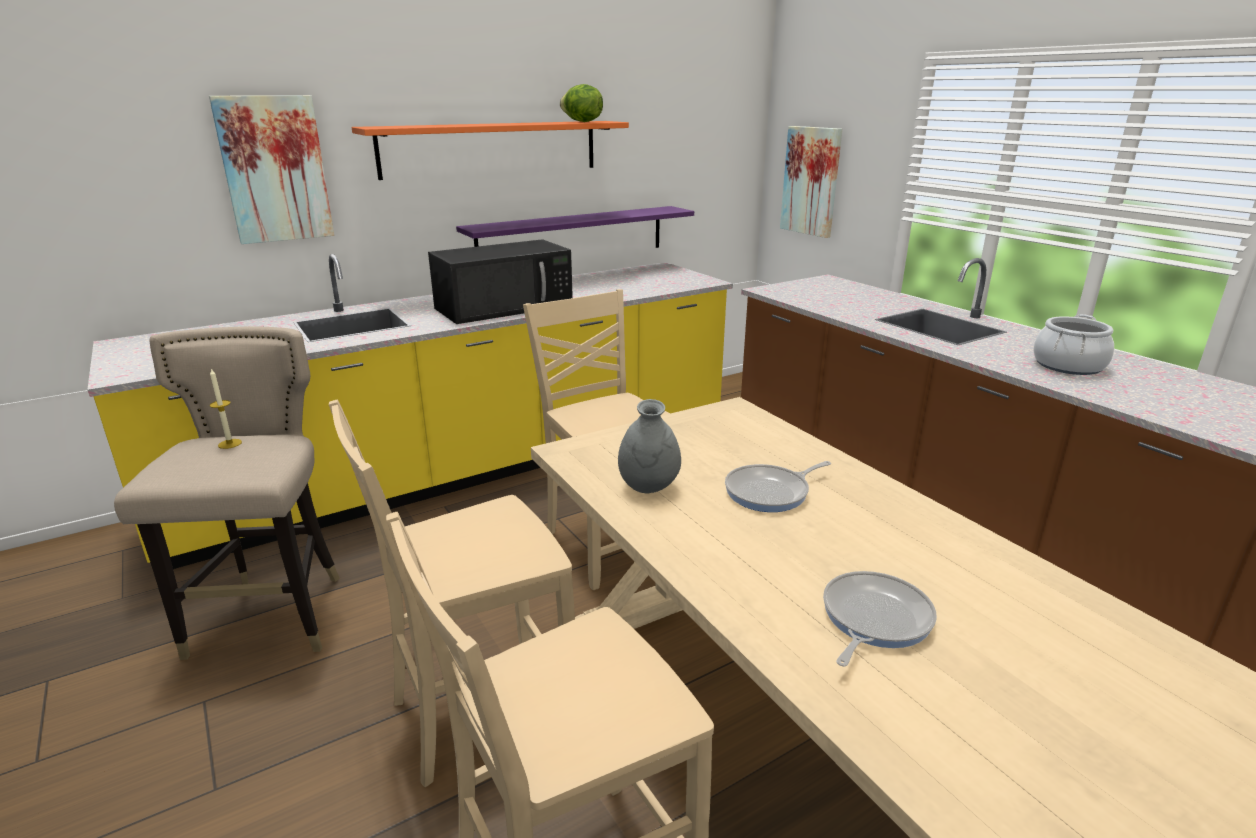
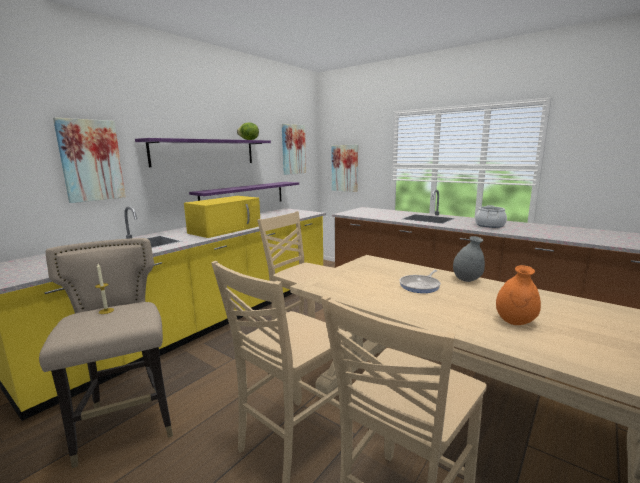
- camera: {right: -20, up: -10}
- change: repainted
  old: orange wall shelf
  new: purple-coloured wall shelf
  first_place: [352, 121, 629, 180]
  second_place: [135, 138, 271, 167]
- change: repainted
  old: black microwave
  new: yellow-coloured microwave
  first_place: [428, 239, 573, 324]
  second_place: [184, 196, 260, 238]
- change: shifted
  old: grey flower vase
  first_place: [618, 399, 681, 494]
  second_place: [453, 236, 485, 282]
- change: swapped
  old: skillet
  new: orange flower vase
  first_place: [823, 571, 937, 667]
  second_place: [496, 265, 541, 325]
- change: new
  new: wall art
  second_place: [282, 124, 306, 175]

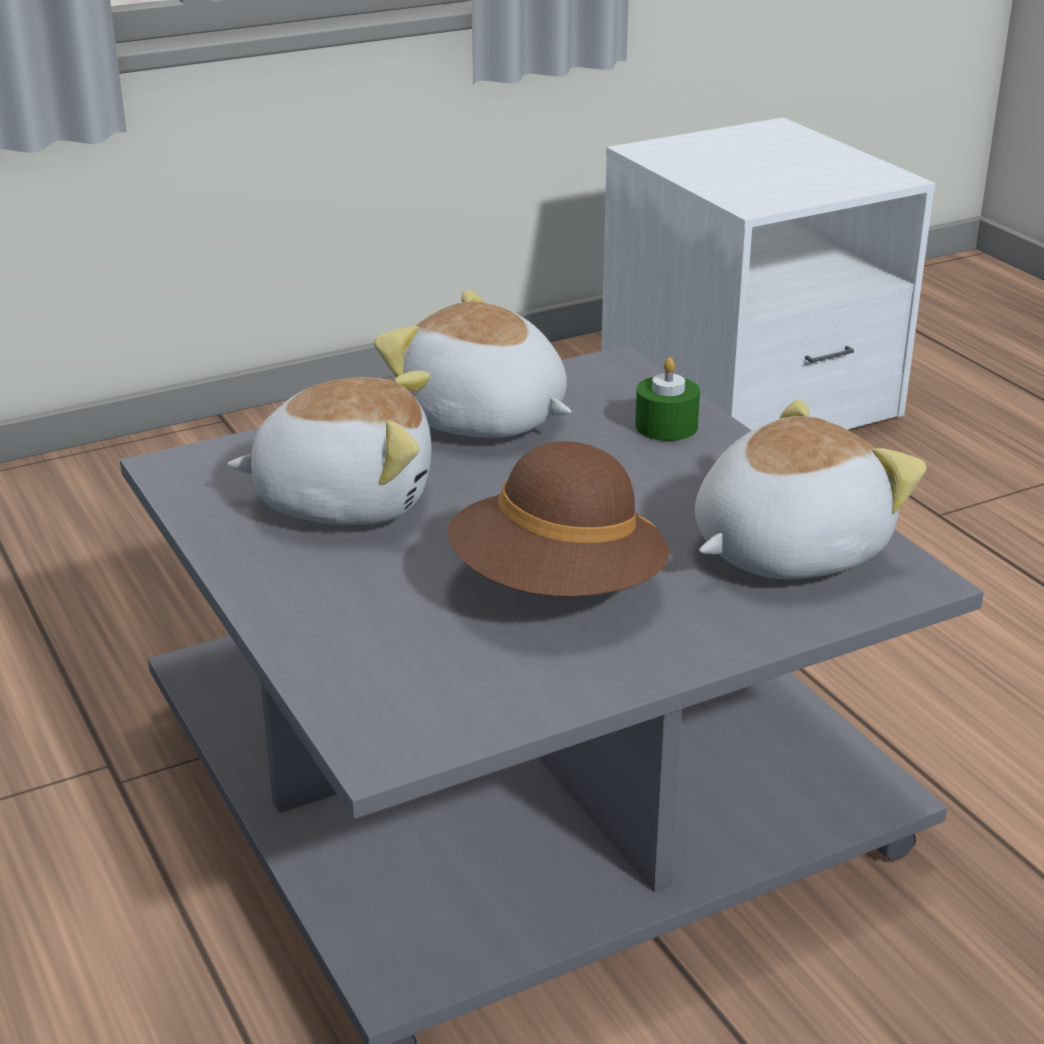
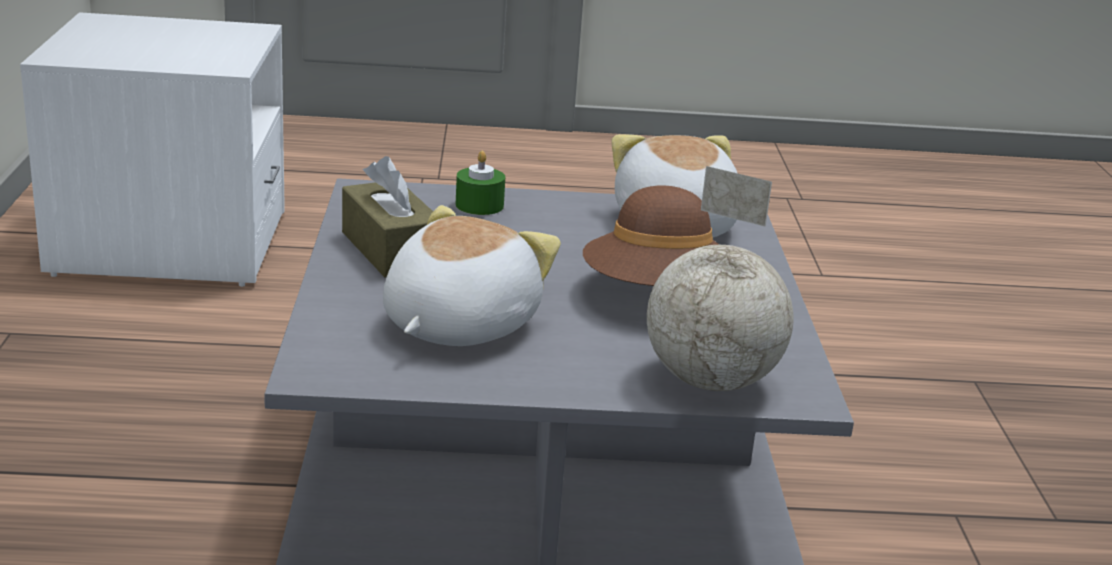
- camera: {right: -65, up: -5}
- change: swapped
  old: cuddly toy
  new: brown-coloured box of tissues
  first_place: [374, 290, 571, 438]
  second_place: [342, 156, 433, 278]
- change: new
  new: globe
  second_place: [647, 166, 794, 391]

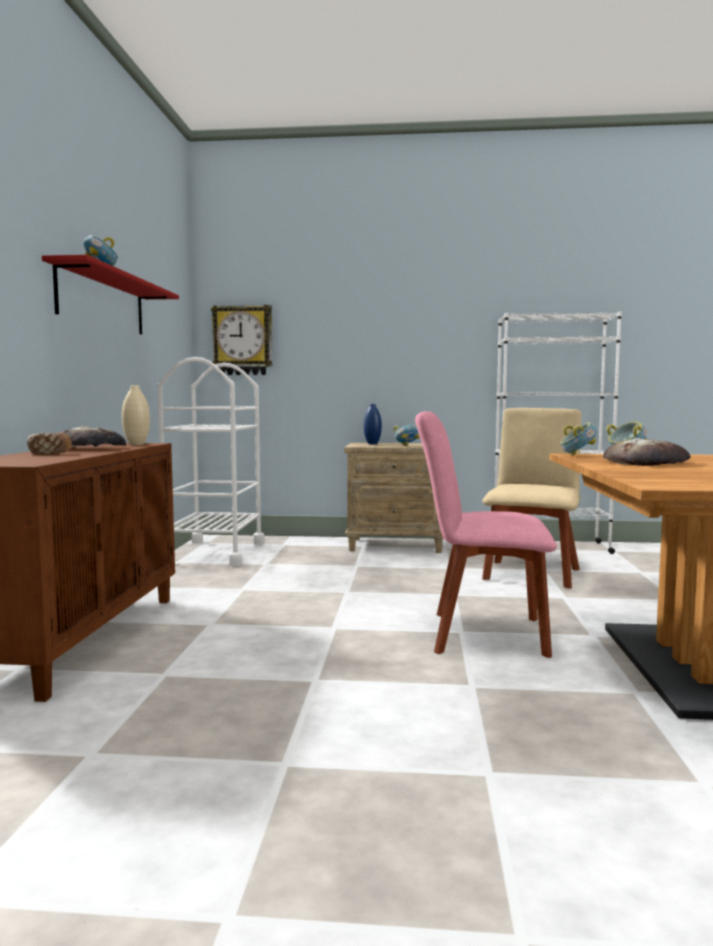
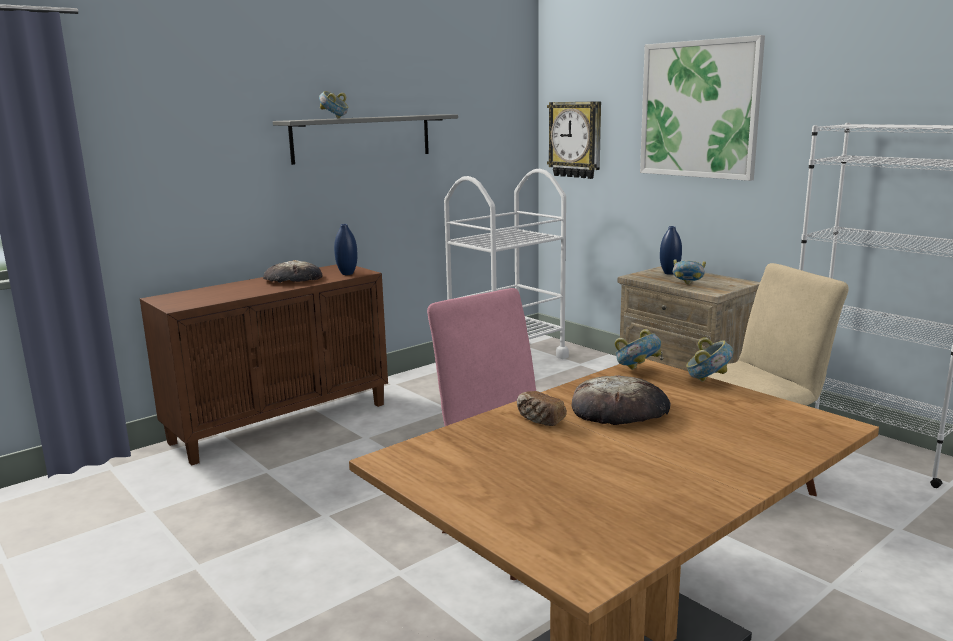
- camera: {right: 45, up: 10}
- change: repainted
  old: reddish wall shelf
  new: grey wall shelf
  first_place: [42, 255, 179, 335]
  second_place: [273, 115, 458, 165]
- change: repainted
  old: sand-coloured flower vase
  new: bluish flower vase
  first_place: [122, 385, 150, 445]
  second_place: [334, 224, 358, 275]
- change: shifted
  old: baked bread
  first_place: [27, 433, 72, 454]
  second_place: [517, 391, 567, 426]
- change: new
  new: wall art
  second_place: [640, 35, 765, 181]

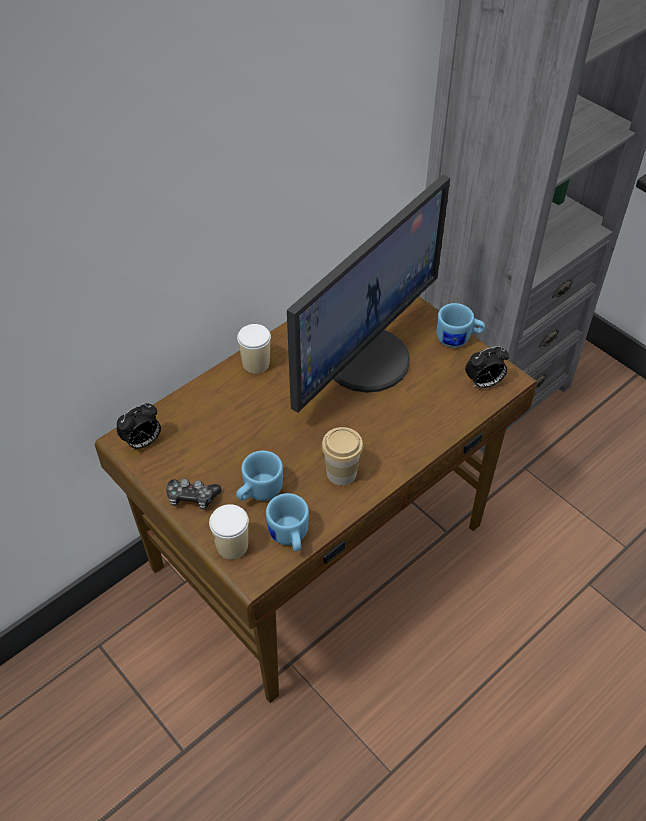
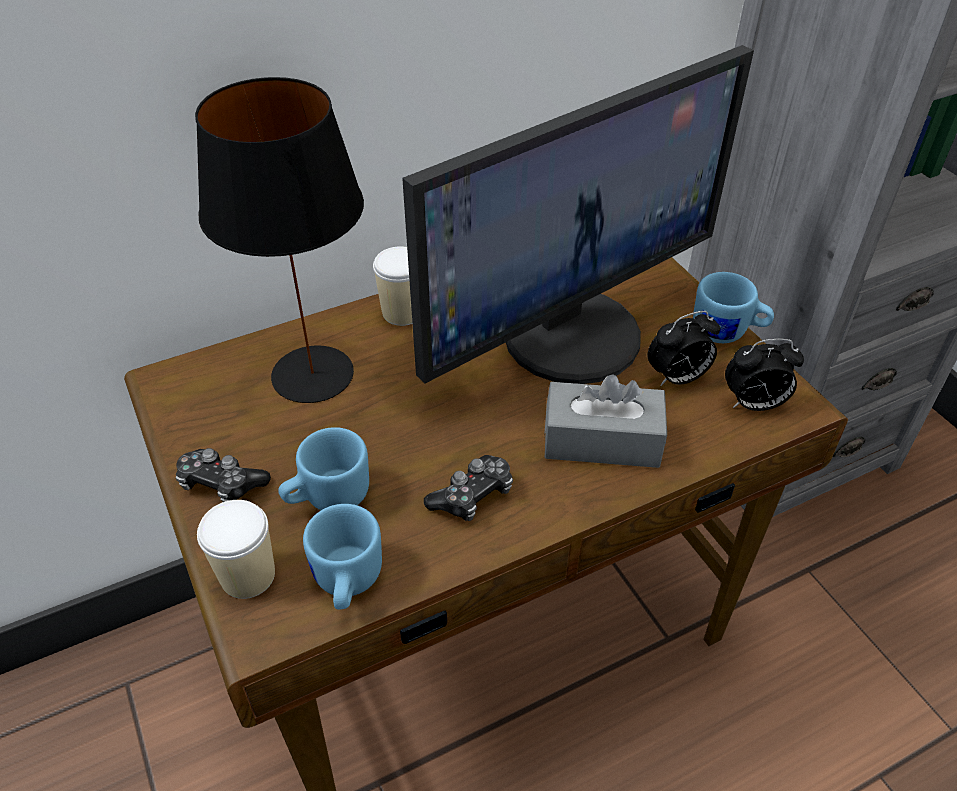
- camera: {right: 15, up: -5}
- change: shifted
  old: bedside clock
  first_place: [117, 403, 161, 450]
  second_place: [648, 311, 720, 386]
- change: swapped
  old: small cup
  new: joypad
  first_place: [322, 427, 363, 485]
  second_place: [424, 455, 513, 521]
- change: new
  new: black tabletop lamp
  second_place: [195, 77, 364, 403]
- change: new
  new: grey box of tissues
  second_place: [544, 374, 667, 468]

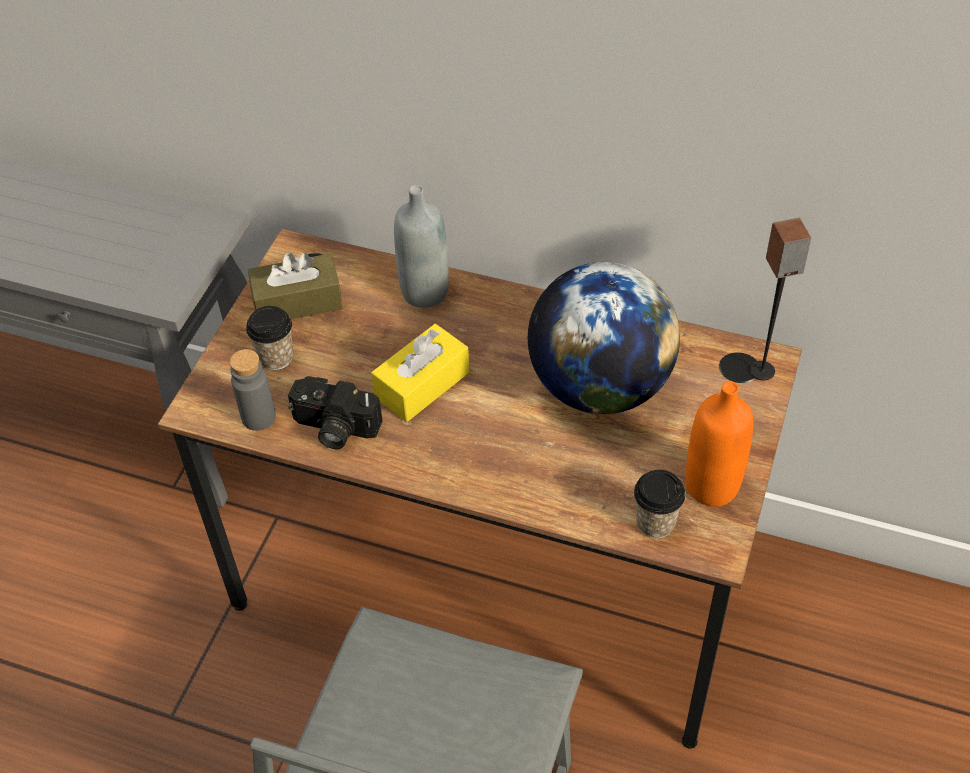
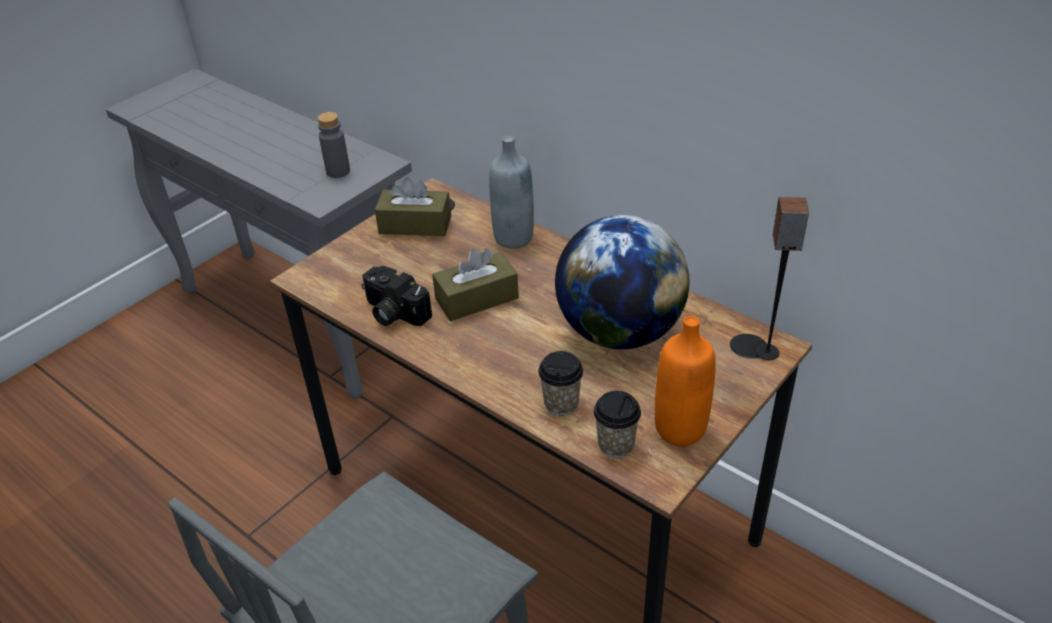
- camera: {right: 20, up: -10}
- change: shifted
  old: small cup
  first_place: [246, 306, 293, 370]
  second_place: [538, 351, 583, 415]
- change: repainted
  old: yellow-coloured box of tissues
  new: brown-coloured box of tissues
  first_place: [371, 324, 470, 422]
  second_place: [432, 248, 519, 321]
- change: shifted
  old: grey beverage bottle
  first_place: [230, 349, 276, 431]
  second_place: [318, 112, 350, 178]

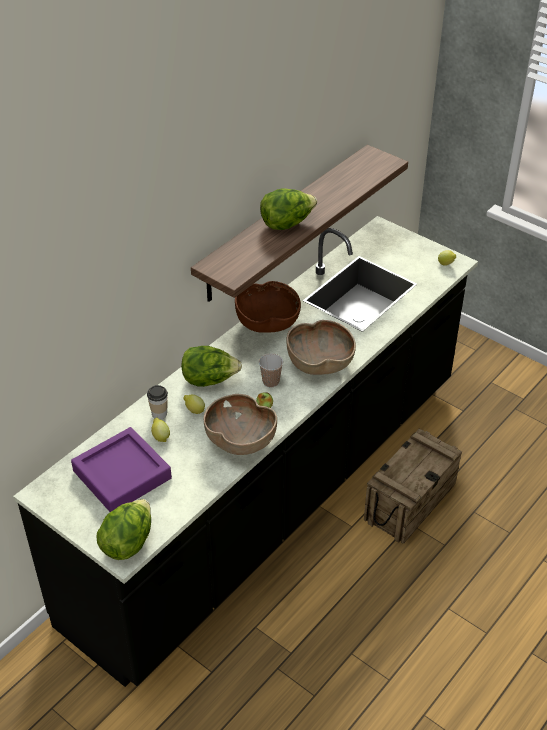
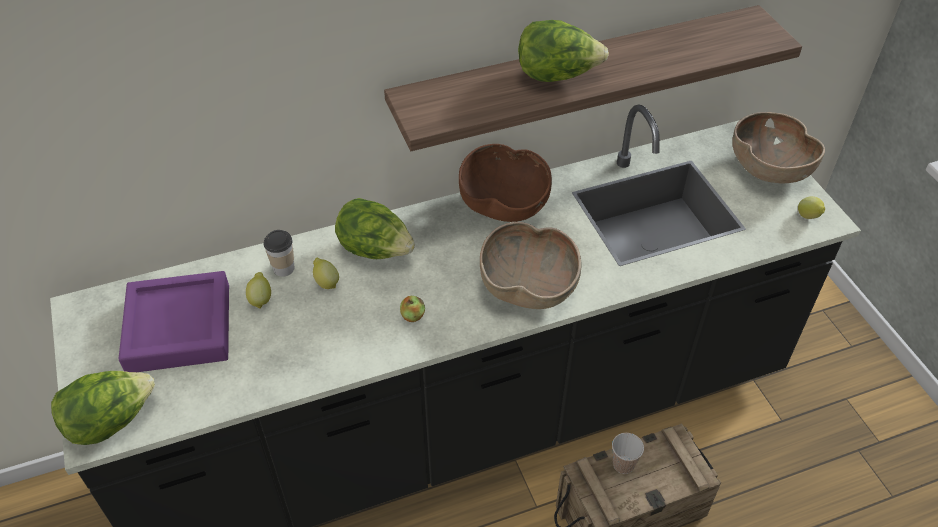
- camera: {right: 30, up: 5}
- change: shifted
  old: small cup
  first_place: [259, 353, 283, 387]
  second_place: [612, 433, 644, 474]
- change: shifted
  old: brown-coloured bowl
  first_place: [204, 394, 277, 455]
  second_place: [732, 112, 825, 183]

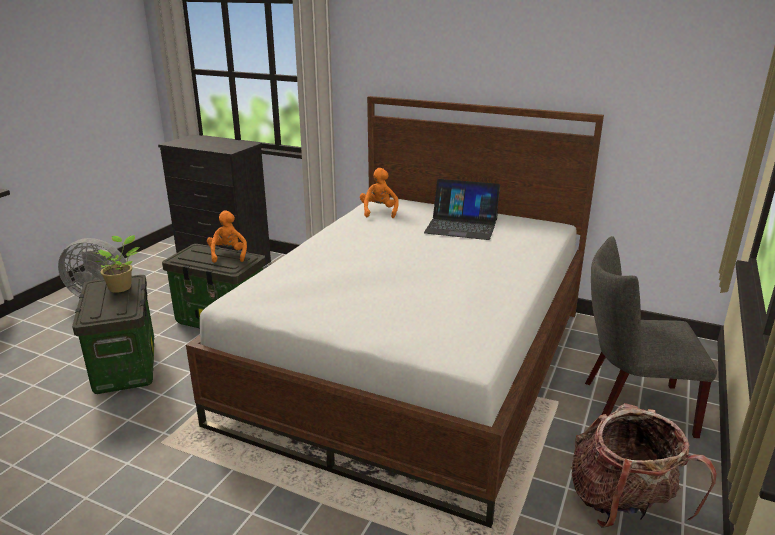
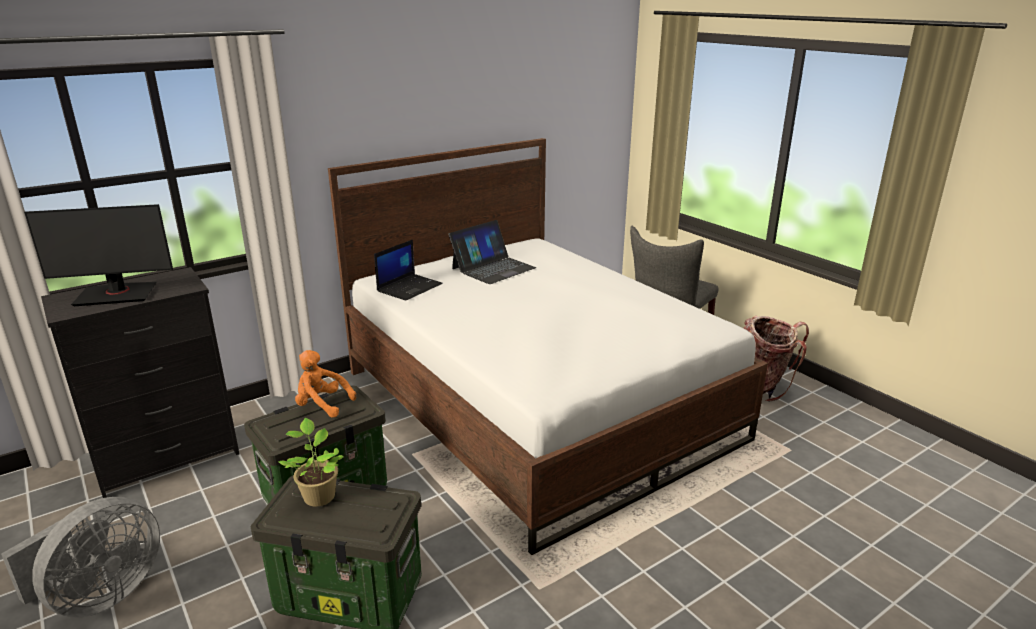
- camera: {right: -60, up: 0}
- change: swapped
  old: orange cuddly toy
  new: laptop
  first_place: [360, 168, 399, 218]
  second_place: [374, 240, 443, 301]
- change: new
  new: computer display
  second_place: [24, 204, 173, 306]

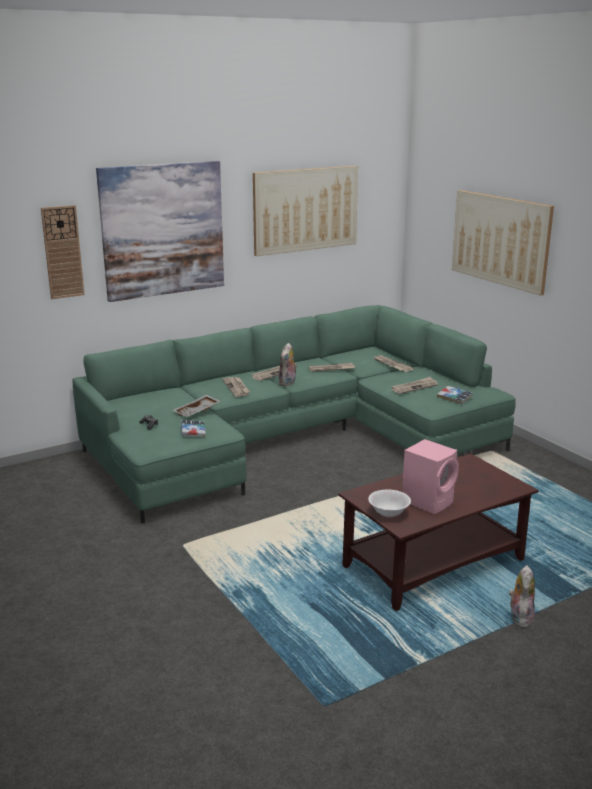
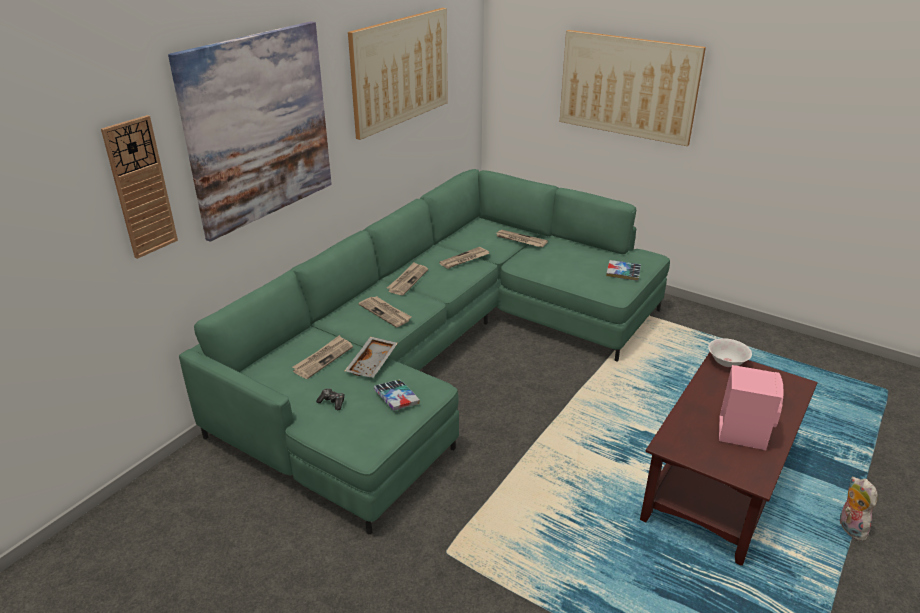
- camera: {right: -25, up: 10}
- change: gone
  old: cuddly toy
  first_place: [279, 343, 297, 386]
- change: shifted
  old: newspaper
  first_place: [391, 377, 438, 394]
  second_place: [292, 335, 353, 379]
- change: shifted
  old: white-coloured bowl
  first_place: [368, 490, 411, 517]
  second_place: [708, 338, 752, 367]

